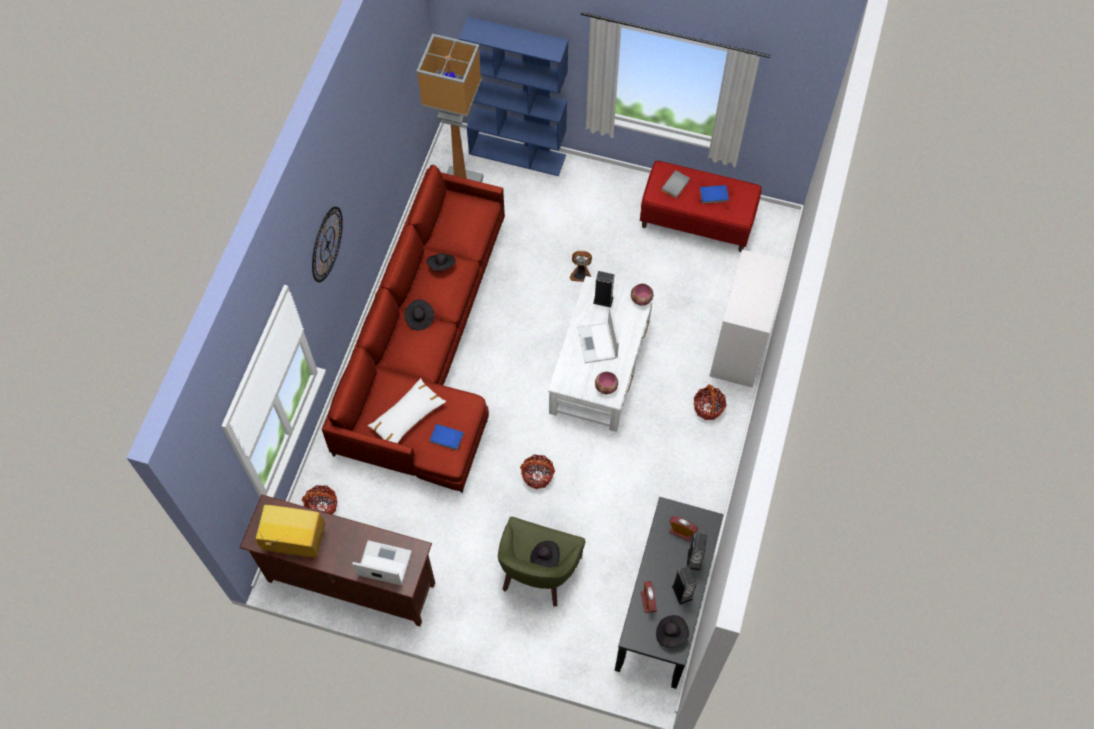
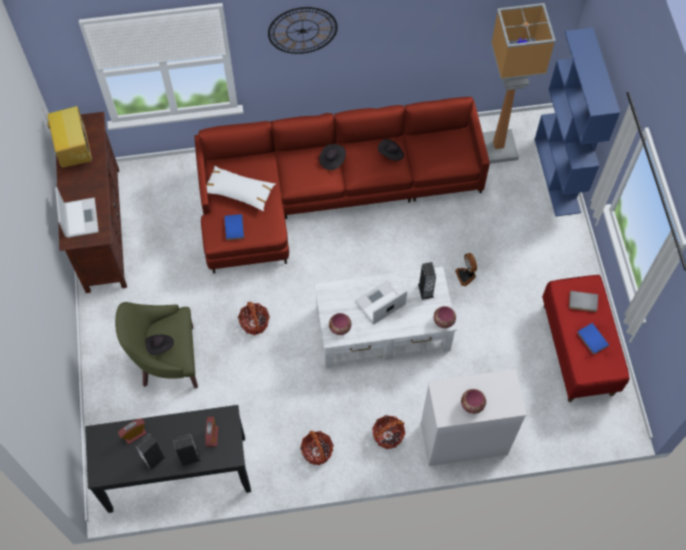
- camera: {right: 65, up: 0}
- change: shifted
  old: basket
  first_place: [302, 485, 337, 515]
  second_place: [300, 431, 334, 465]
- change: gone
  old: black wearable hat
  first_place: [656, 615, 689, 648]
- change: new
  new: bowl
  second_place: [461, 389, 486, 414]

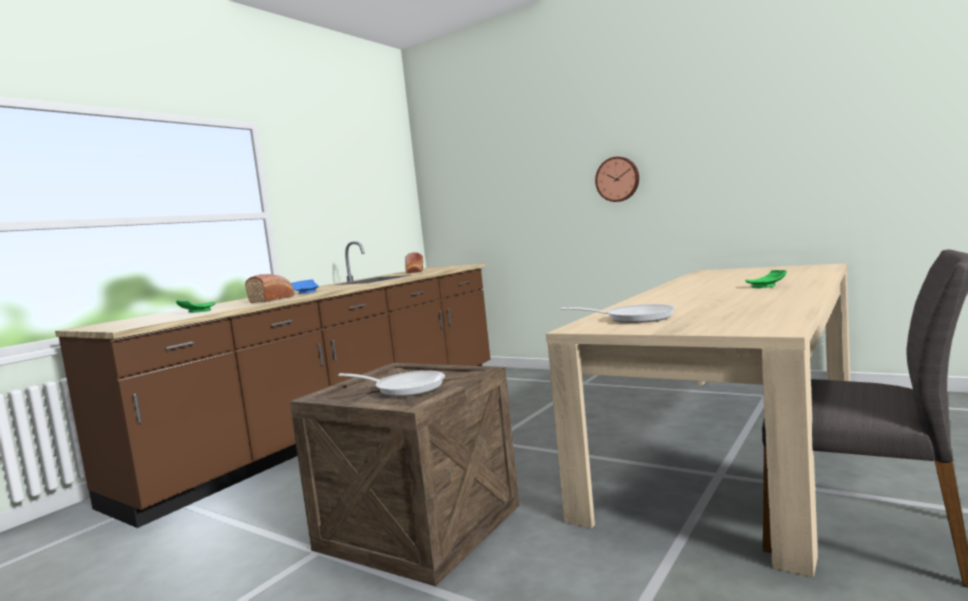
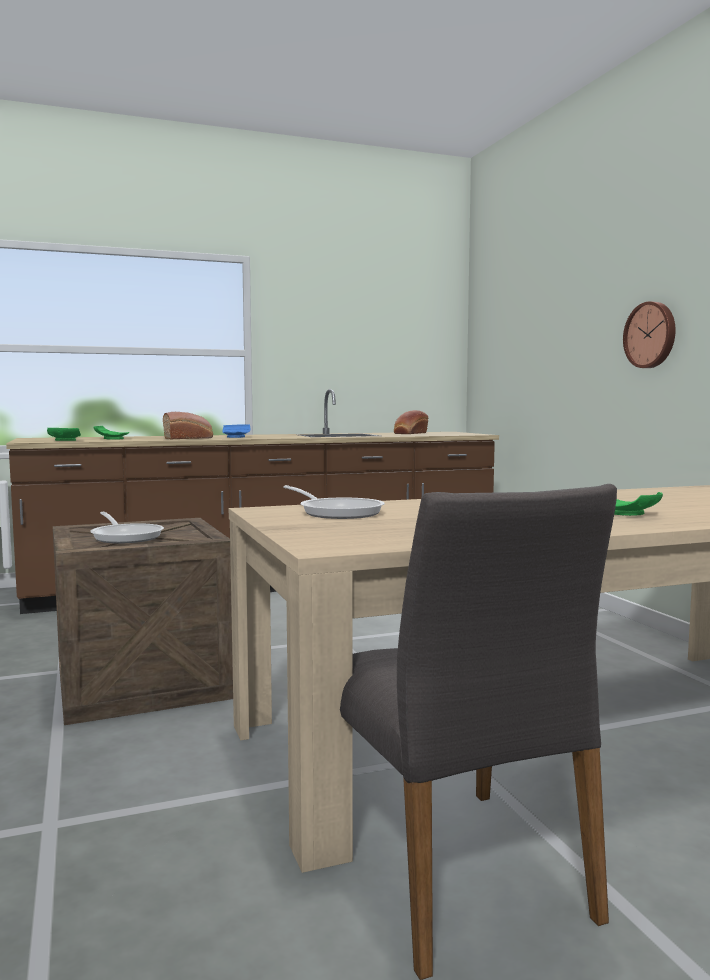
- camera: {right: 35, up: 0}
- change: new
  new: greenish plate
  second_place: [47, 428, 81, 441]

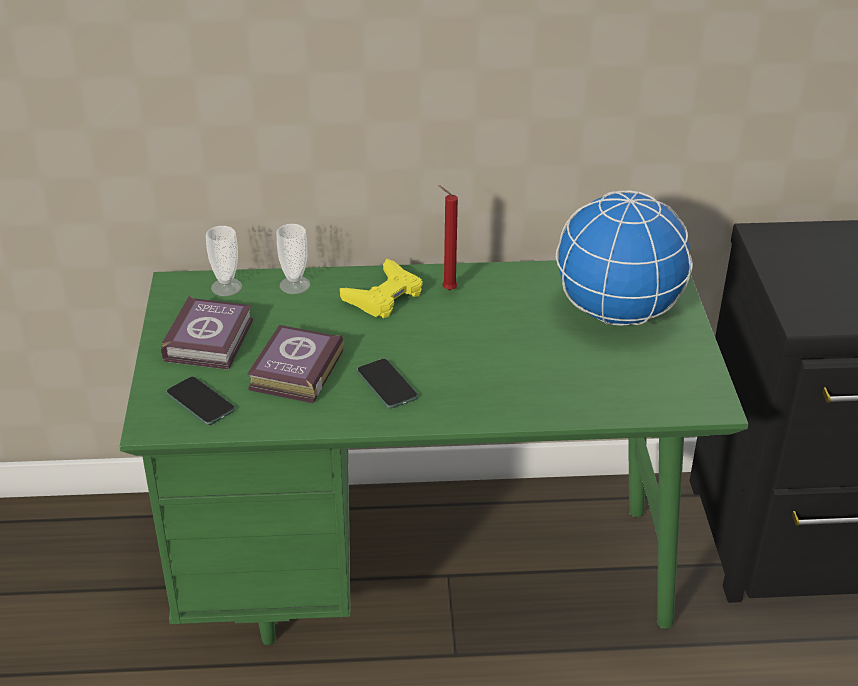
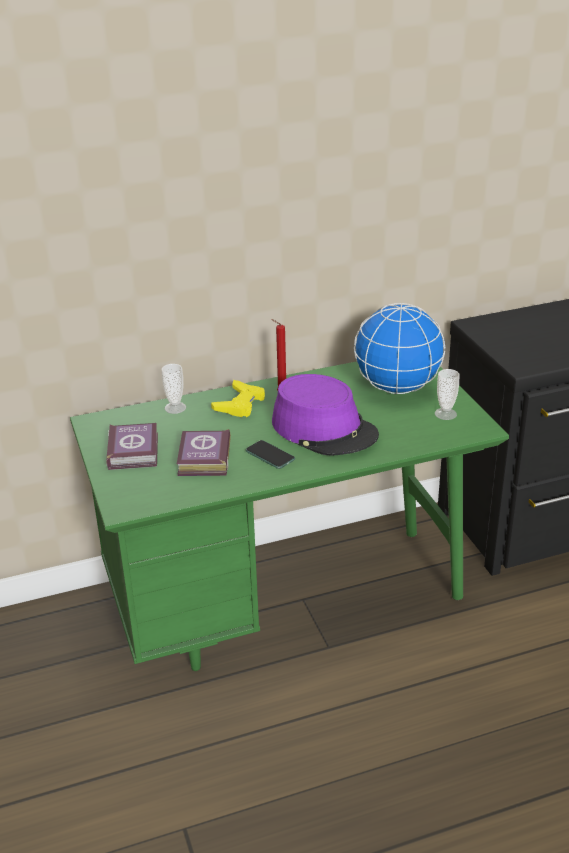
- camera: {right: -15, up: -5}
- change: shifted
  old: small cup
  first_place: [206, 226, 242, 296]
  second_place: [435, 369, 459, 420]
- change: gone
  old: phone
  first_place: [166, 377, 235, 425]
- change: new
  new: purple-coloured wearable hat
  second_place: [272, 374, 379, 456]

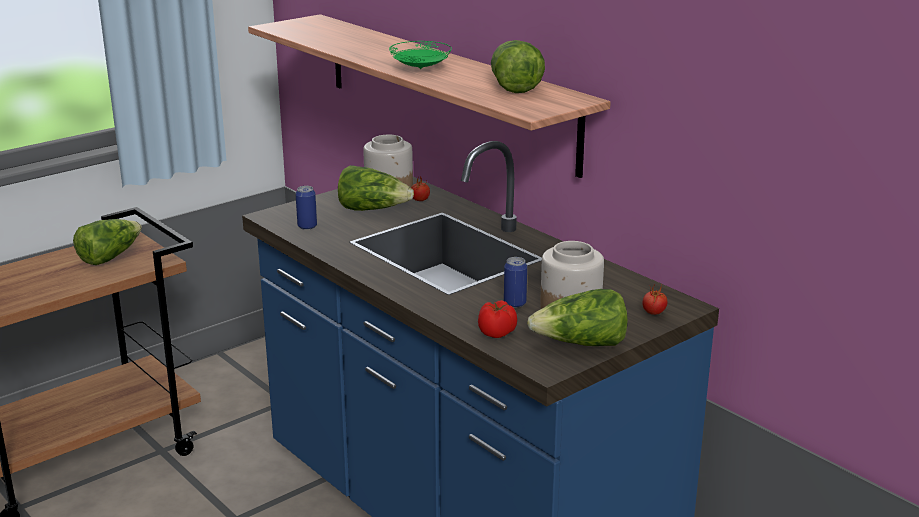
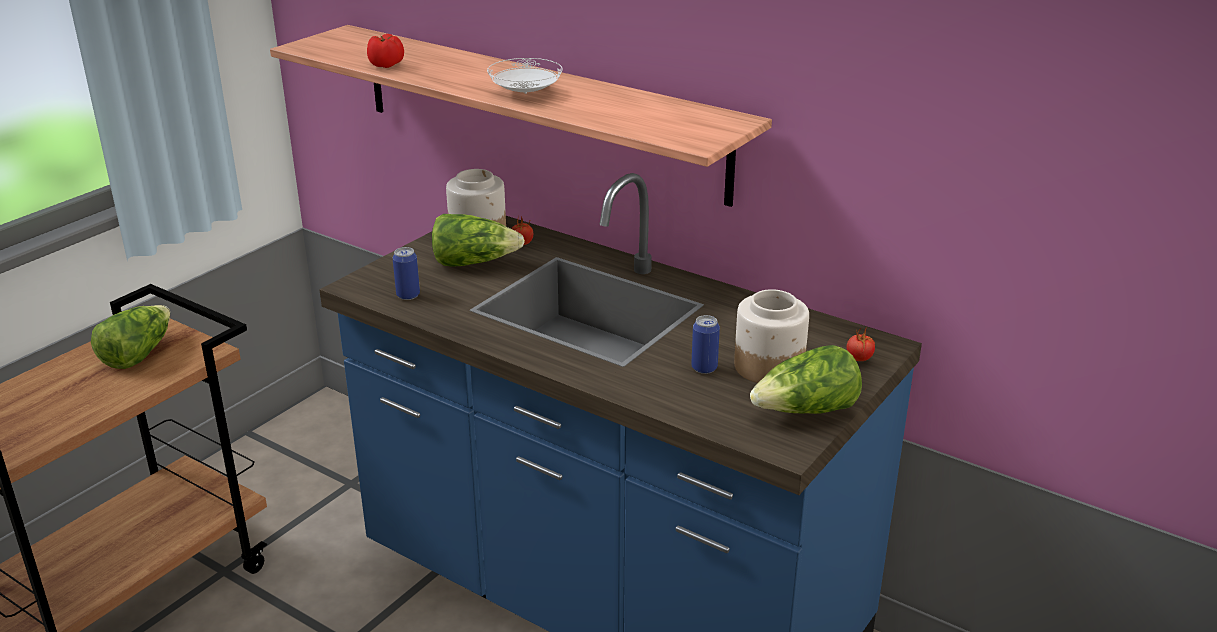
- camera: {right: -15, up: 5}
- change: gone
  old: lettuce head
  first_place: [491, 40, 545, 93]
- change: repainted
  old: greenish plate
  new: white-coloured plate
  first_place: [389, 41, 452, 69]
  second_place: [487, 58, 563, 94]
- change: shifted
  old: fresh tomato
  first_place: [478, 300, 517, 338]
  second_place: [367, 34, 404, 68]

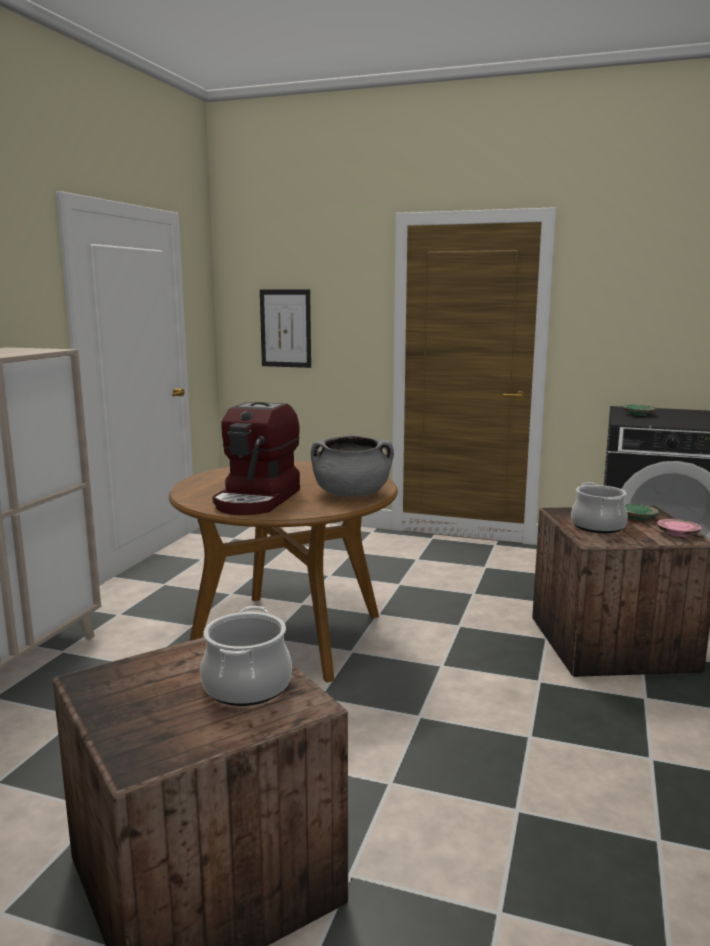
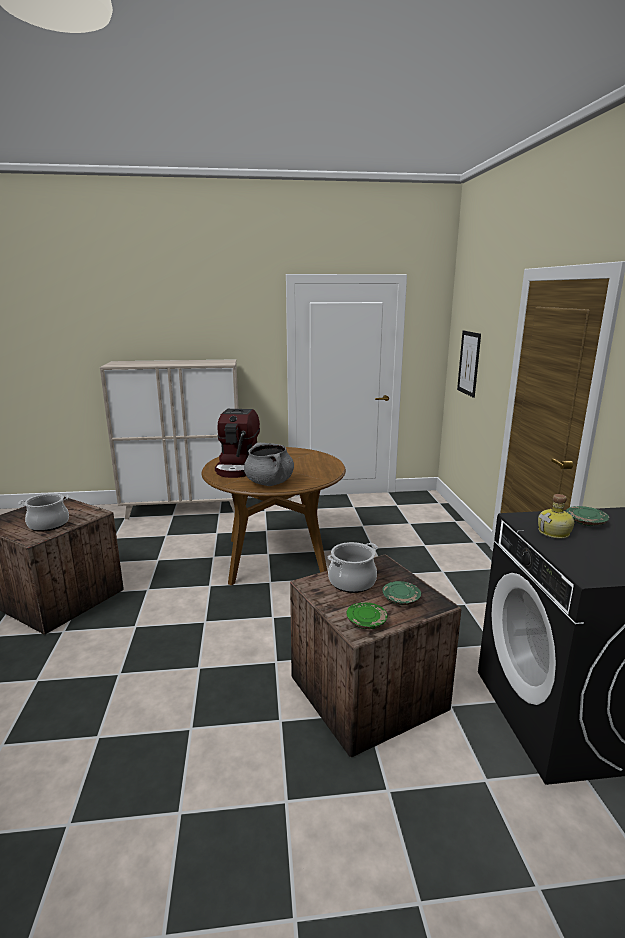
- camera: {right: 65, up: 5}
- change: rotated
  old: coffee brewer
  first_place: [212, 402, 300, 515]
  second_place: [215, 409, 260, 478]
  degrees: -75
- change: repainted
  old: pink plate
  new: greenish plate
  first_place: [657, 519, 702, 537]
  second_place: [347, 602, 388, 629]
- change: new
  new: beverage bottle
  second_place: [538, 494, 574, 538]

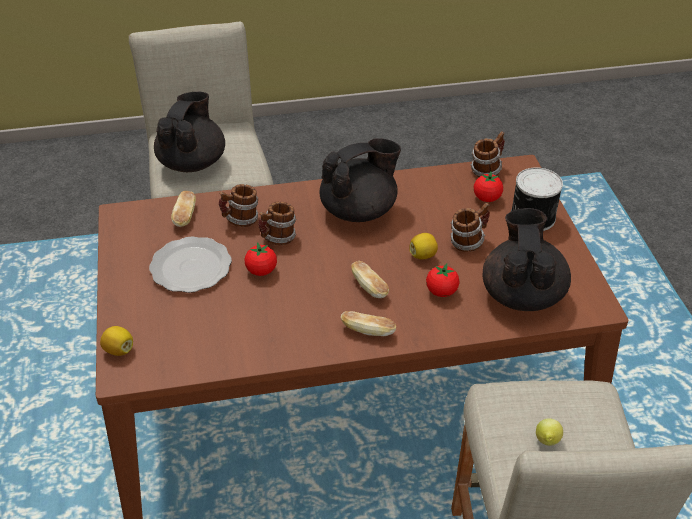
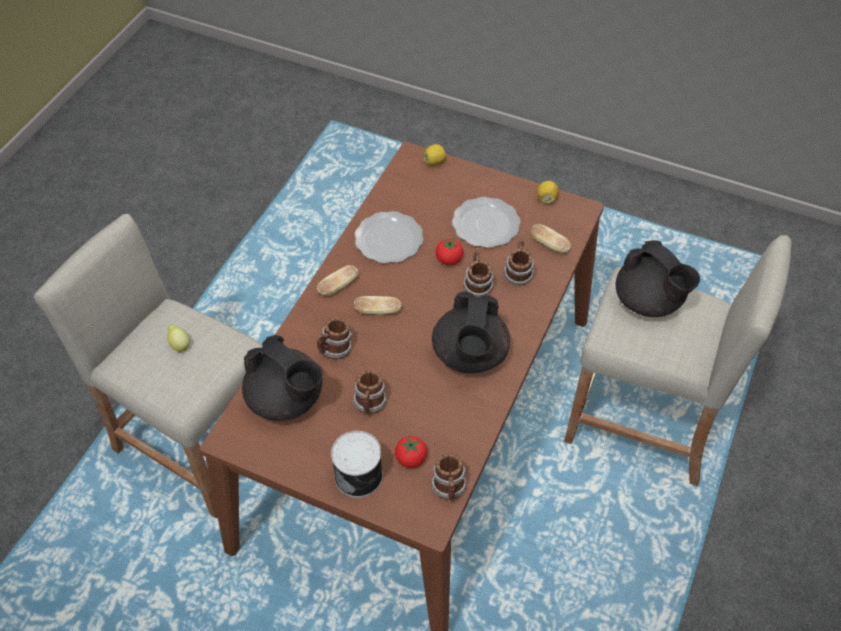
- camera: {right: 125, up: 10}
- change: shifted
  old: lemon
  first_place: [410, 233, 438, 259]
  second_place: [537, 181, 559, 204]
- change: swapped
  old: fresh tomato
  new: coffee mug
  first_place: [426, 263, 459, 297]
  second_place: [317, 318, 352, 359]
- change: new
  new: plate
  second_place: [355, 211, 424, 263]

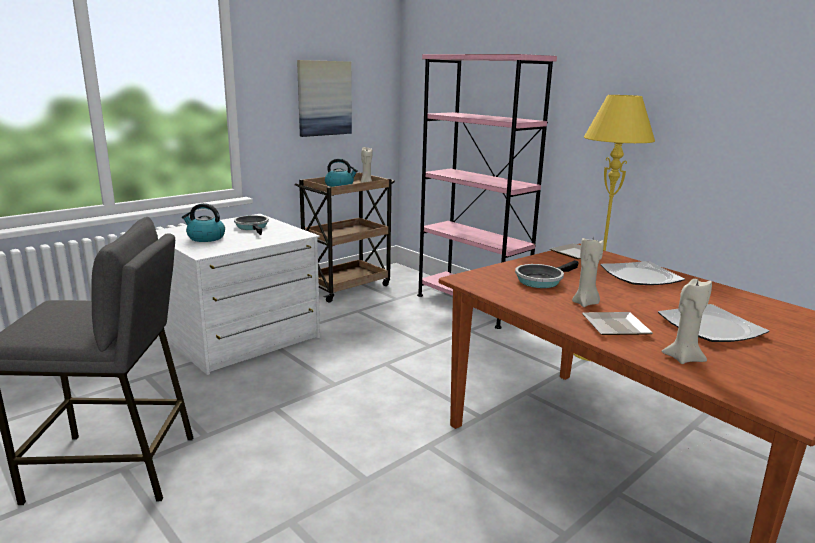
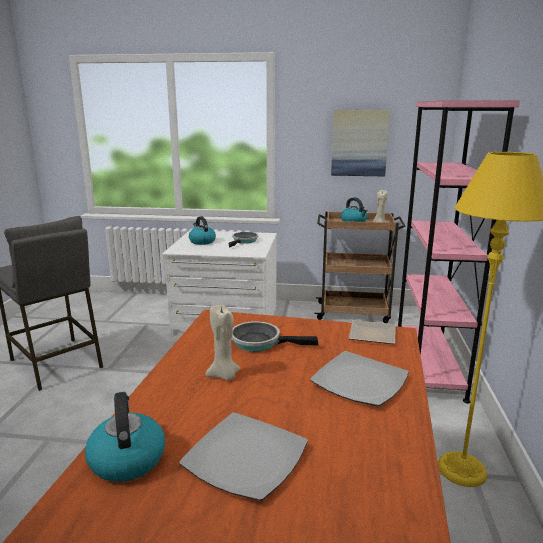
- camera: {right: 50, up: 0}
- change: swapped
  old: sand-coloured candle
  new: tea kettle
  first_place: [661, 279, 712, 364]
  second_place: [85, 392, 165, 482]
- change: gone
  old: plate
  first_place: [582, 312, 653, 335]

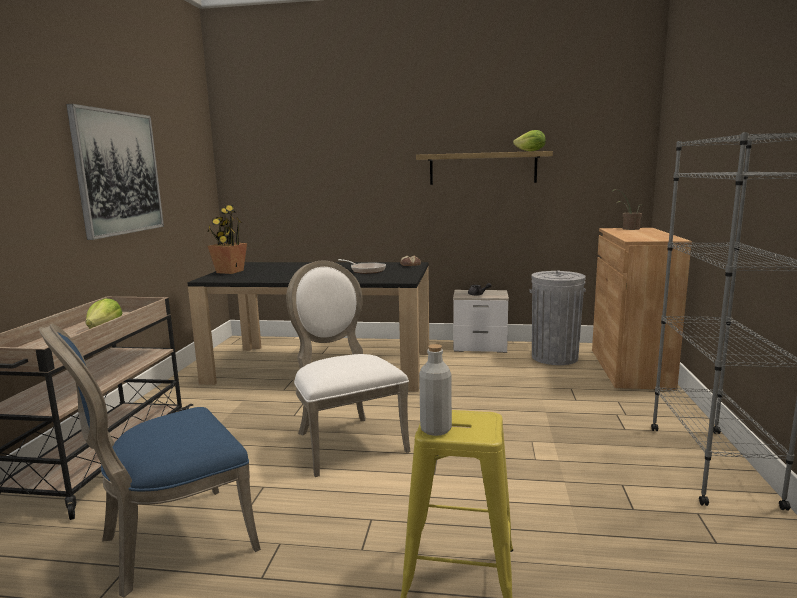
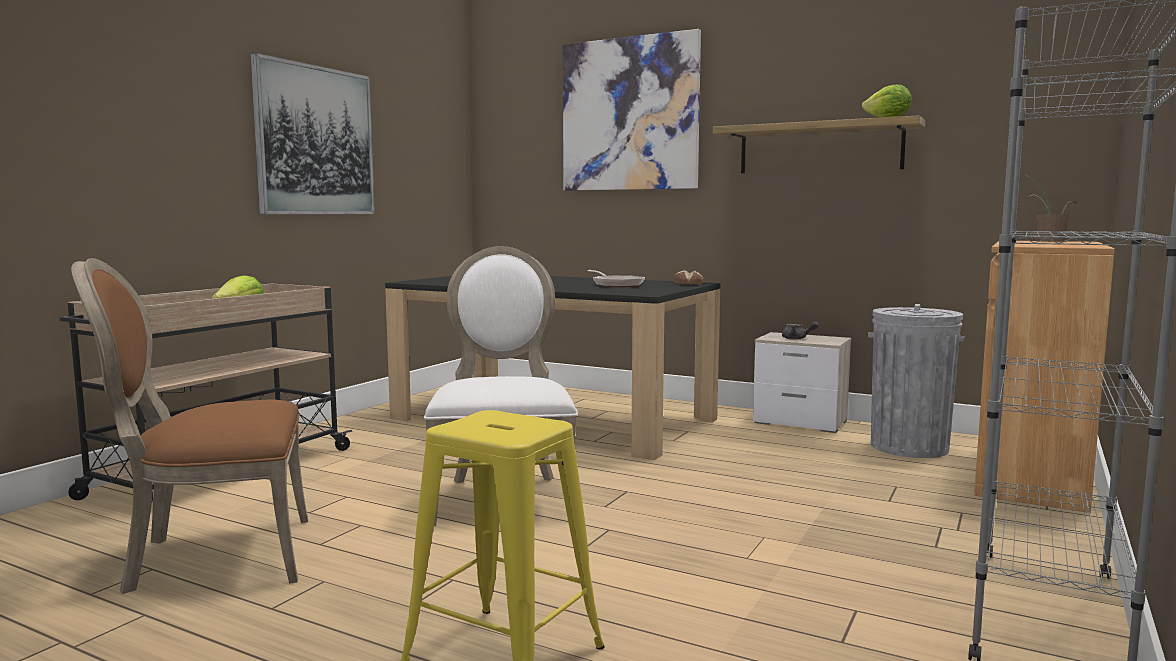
- camera: {right: 20, up: -5}
- change: gone
  old: houseplant
  first_place: [207, 205, 247, 274]
- change: repainted
  old: bluish chair
  new: brown-coloured chair
  first_place: [39, 324, 261, 597]
  second_place: [71, 258, 308, 594]
- change: gone
  old: grey beverage bottle
  first_place: [419, 344, 452, 436]
- change: new
  new: wall art
  second_place: [563, 29, 701, 191]

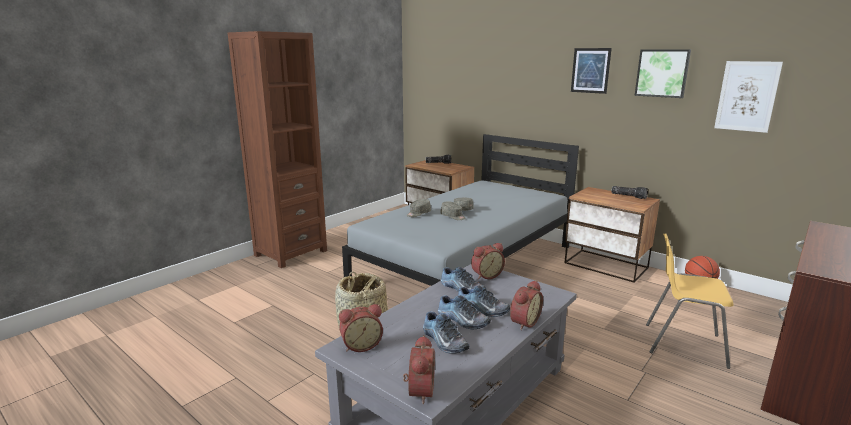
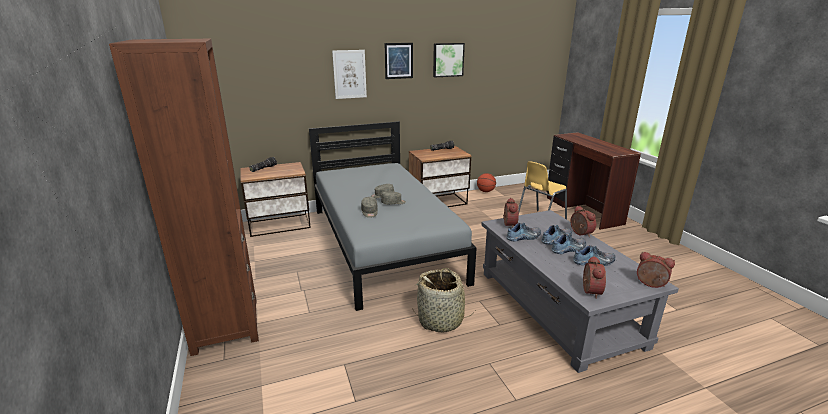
- camera: {right: -60, up: 5}
- change: shifted
  old: wall art
  first_place: [714, 61, 783, 133]
  second_place: [332, 50, 367, 99]

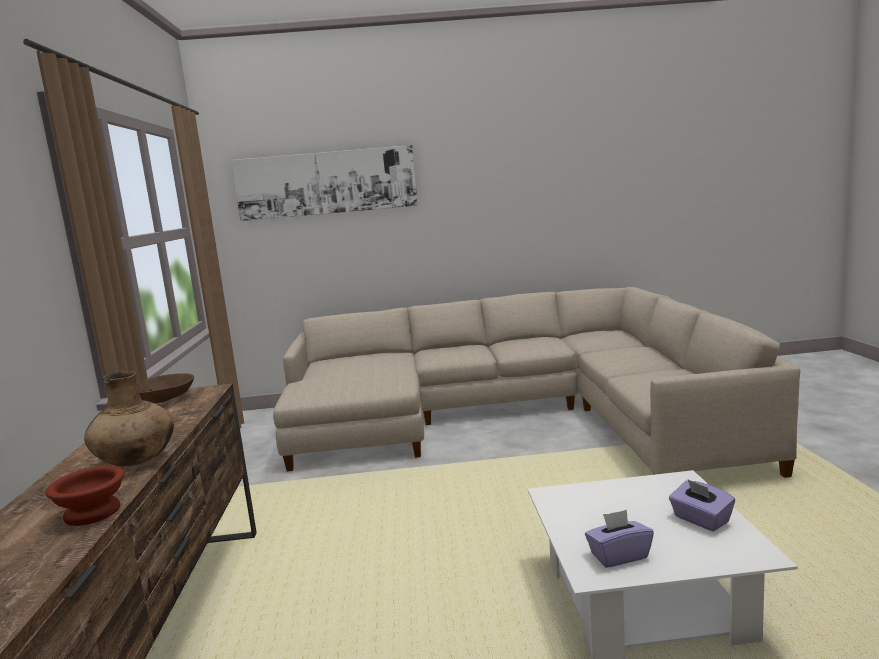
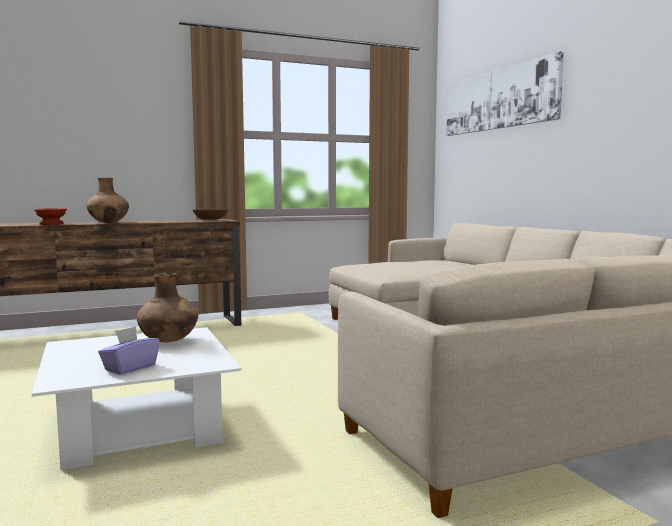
- camera: {right: 70, up: -5}
- change: gone
  old: purple-coloured box of tissues
  first_place: [585, 510, 654, 568]
- change: new
  new: brown-coloured flower vase
  second_place: [137, 273, 199, 342]

